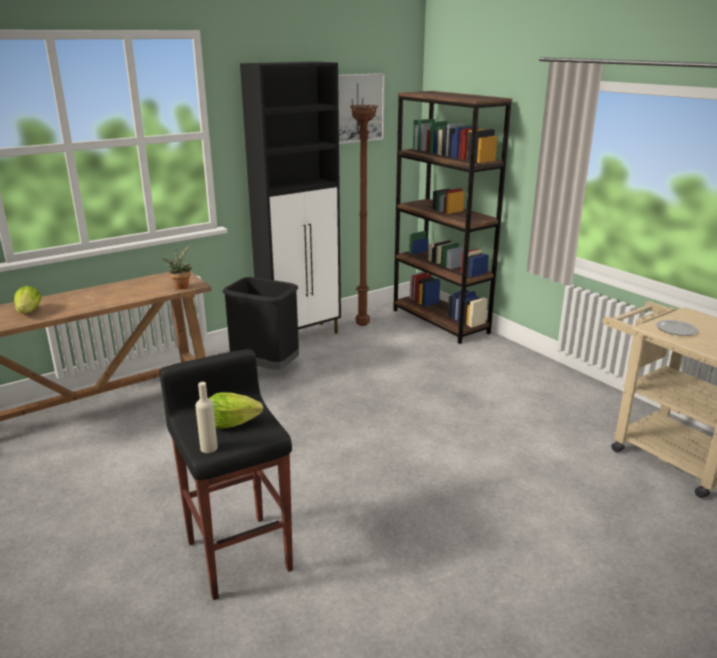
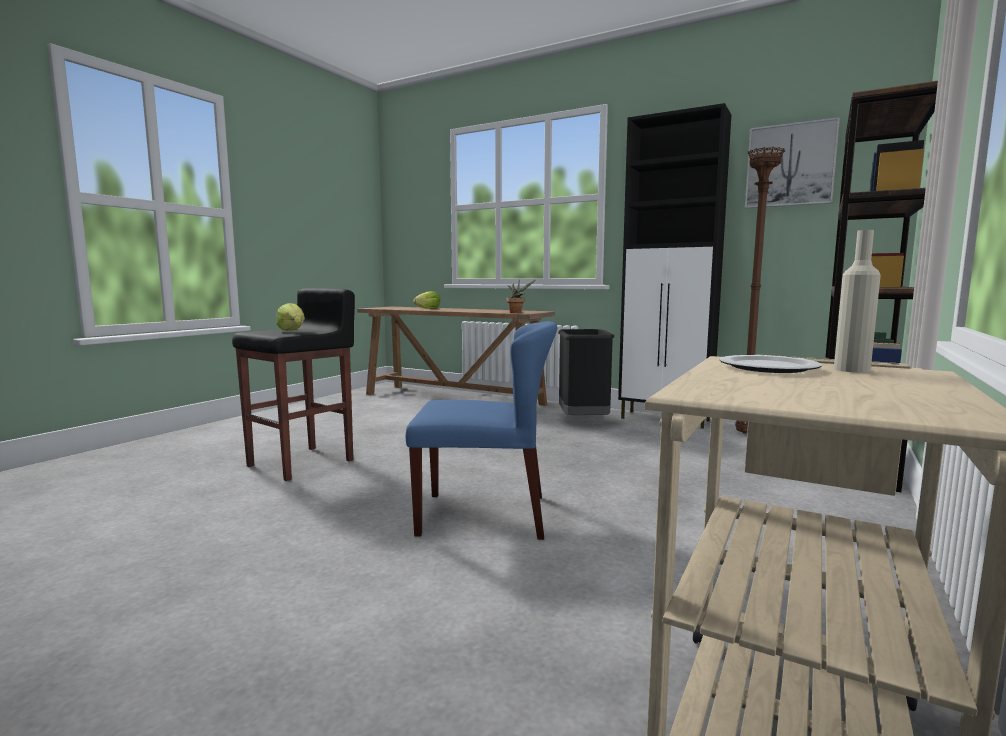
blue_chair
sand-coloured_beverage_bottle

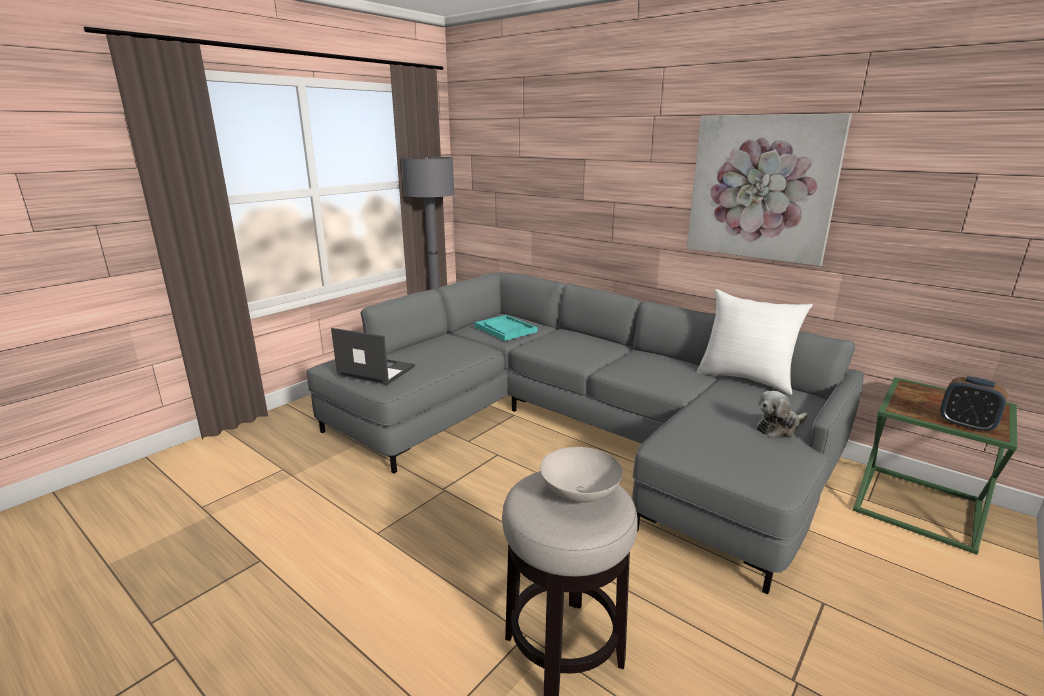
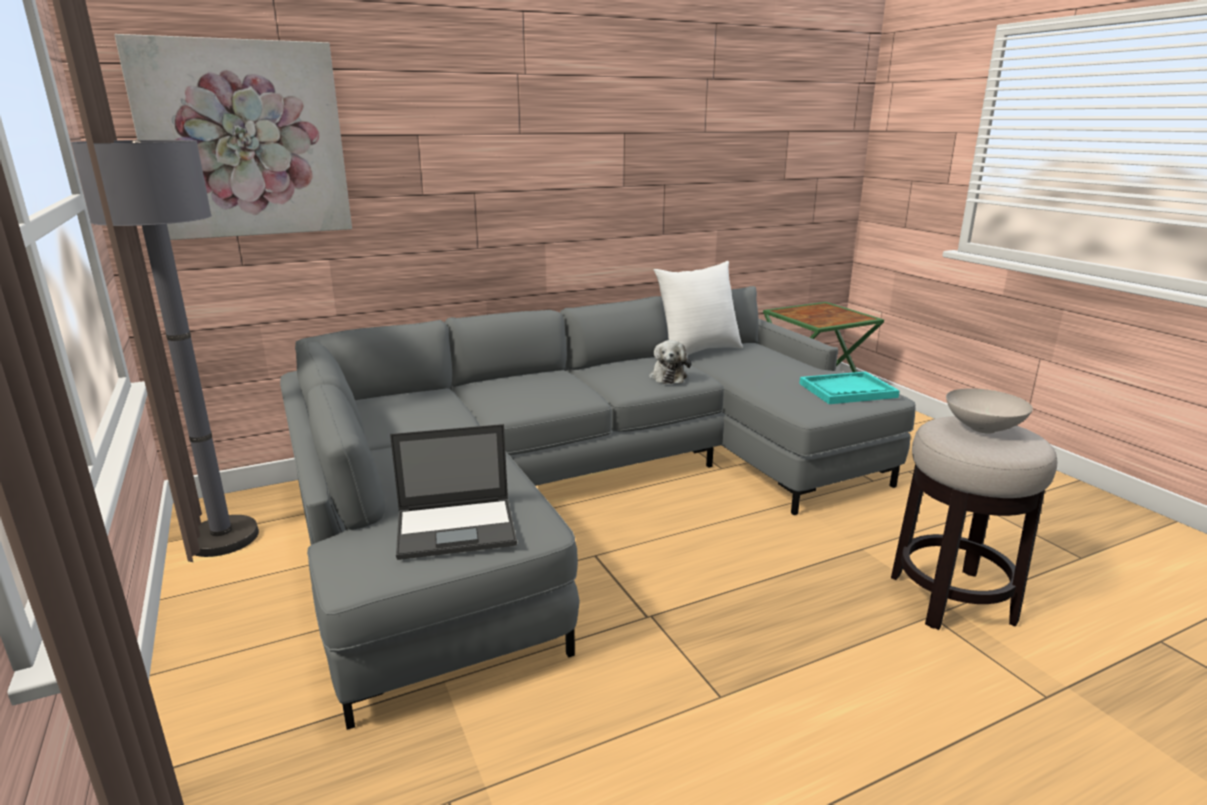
bedside_clock
blue-green_serving_tray
wall_art
plush_toy
laptop

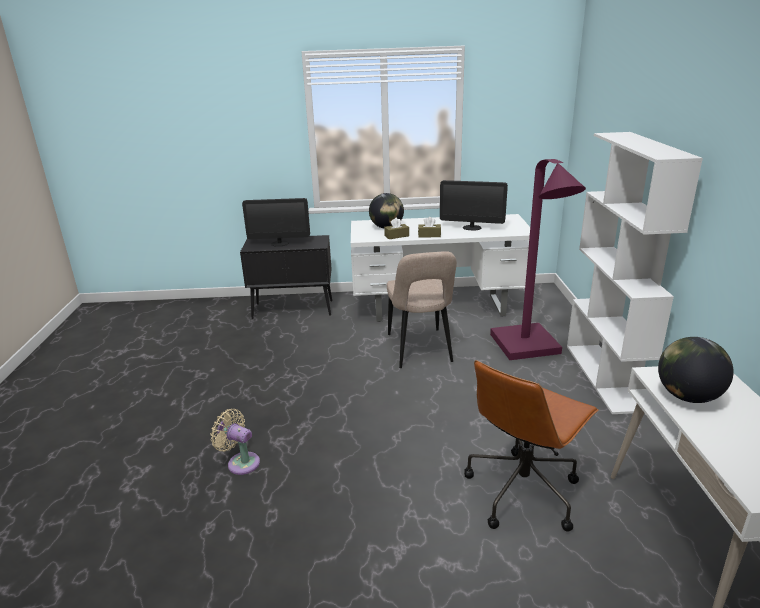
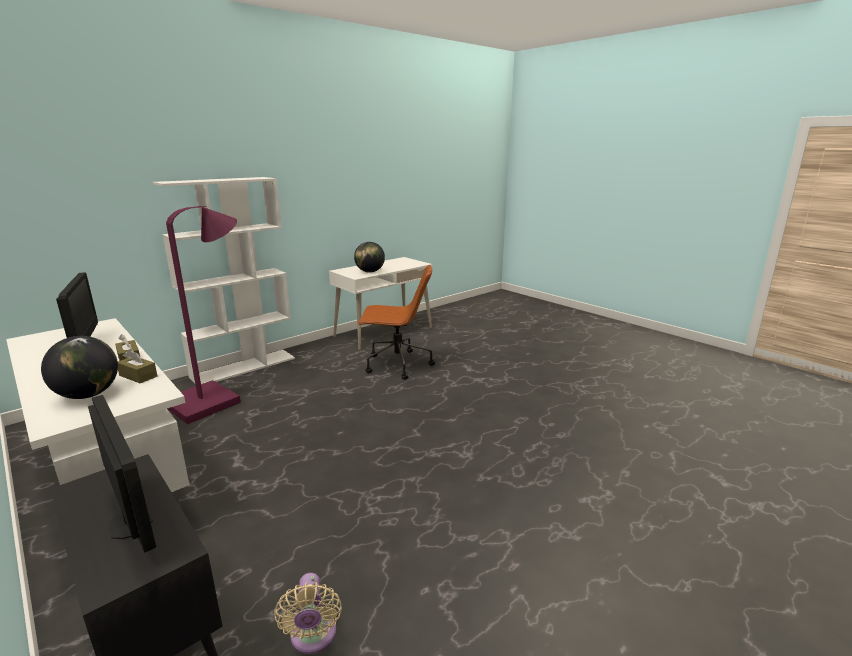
sand-coloured_chair
sand-coloured_fan

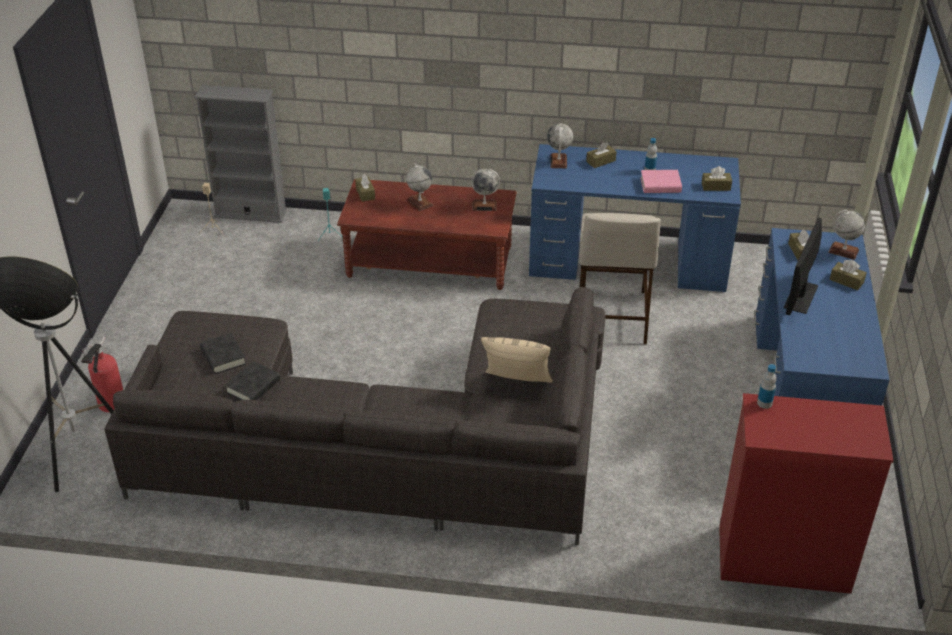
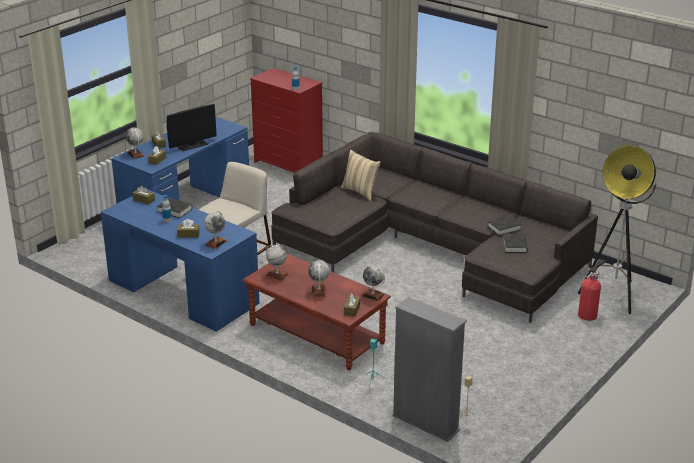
desk_globe (no. 5 from left)
black_bound_book (no. 1 from left)

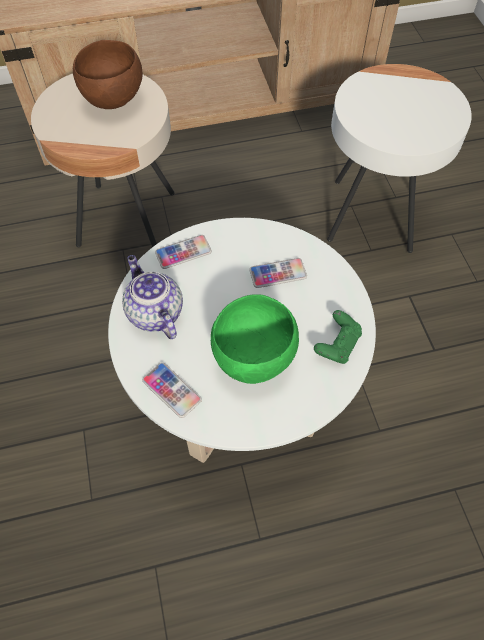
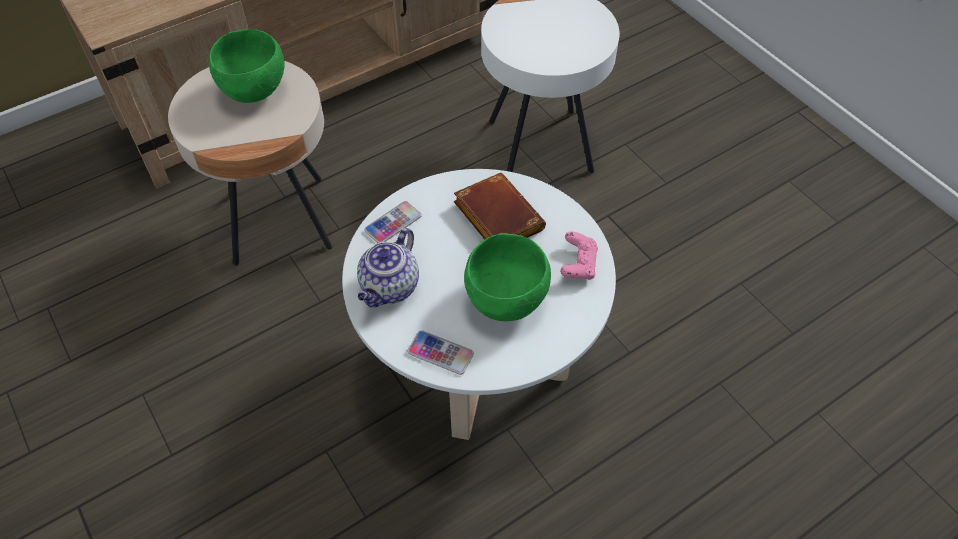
brownish_bound_book
green-coloured_serving_bowl (no. 1 from left)
pinkish_game_controller
tea_pot

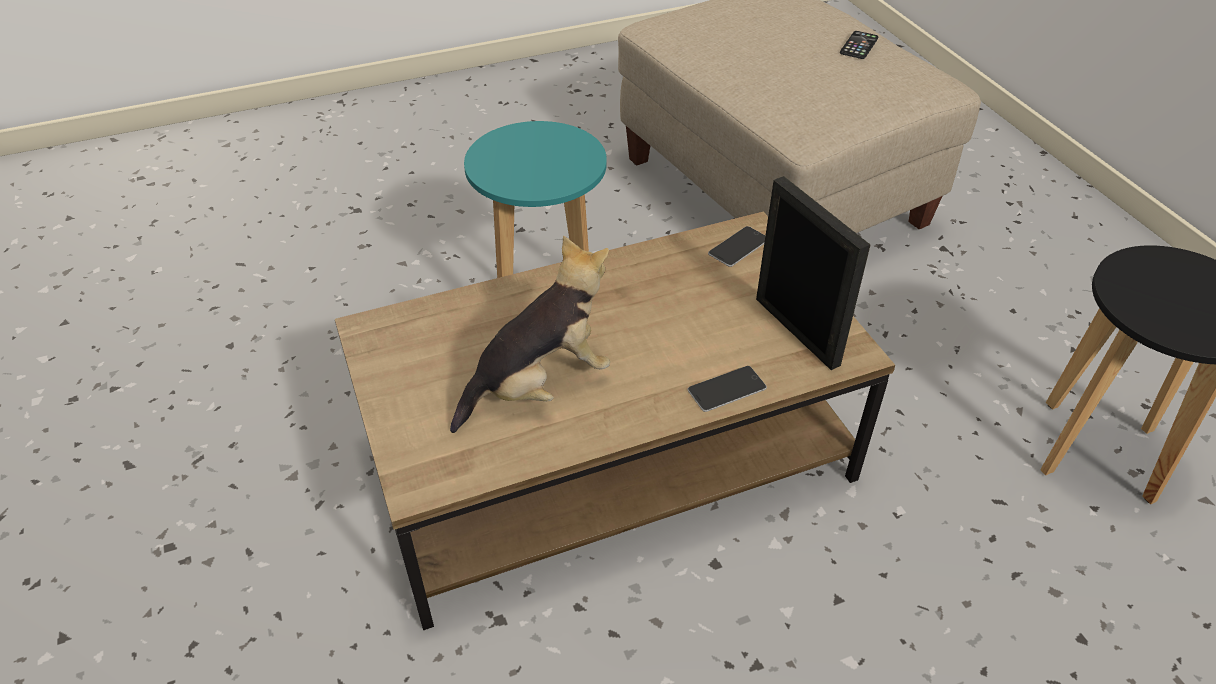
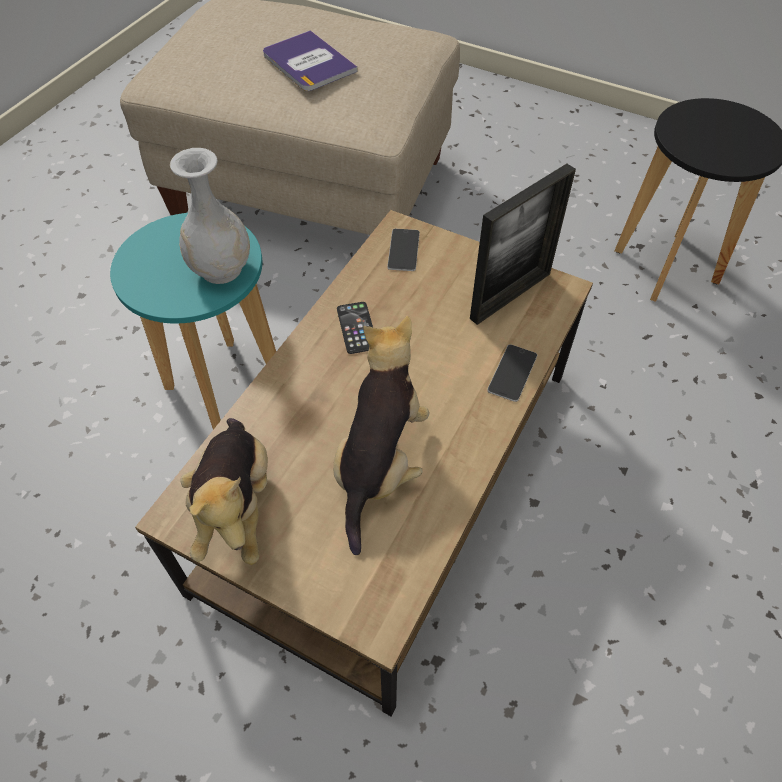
whitish_decorative_vase
plush_toy (no. 1 from left)
bound_book
phone (no. 1 from left)
photo_frame

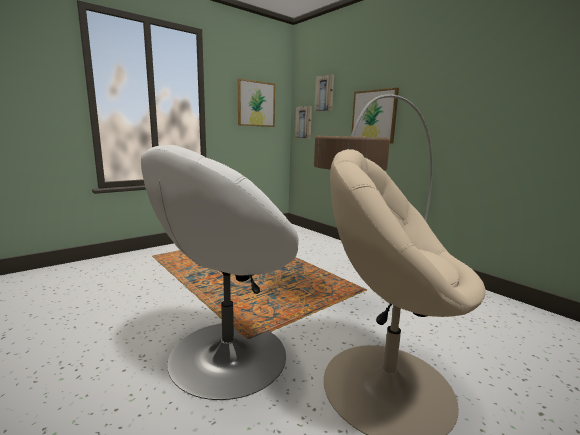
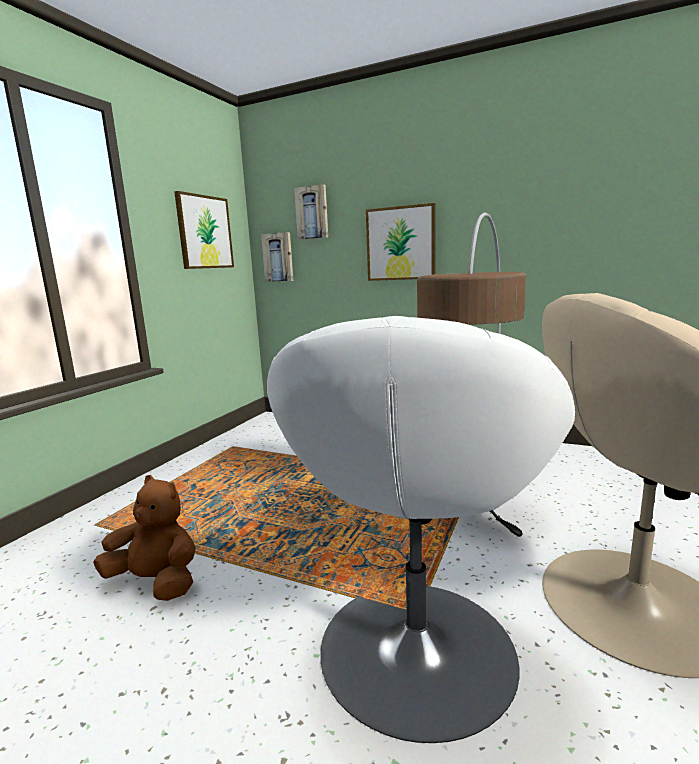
brownish_plush_toy

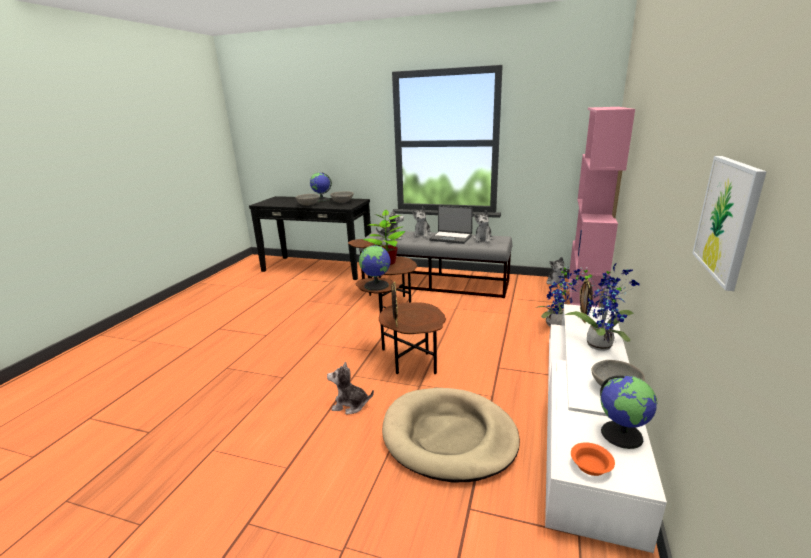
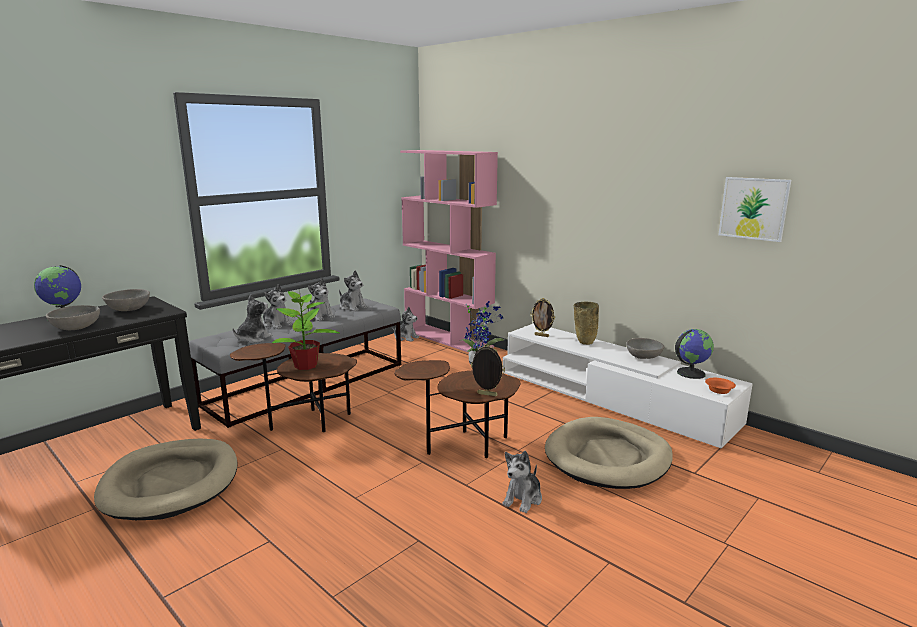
desk_globe (no. 2 from left in the first image)
sand-coloured_dog_cushion (no. 1 from left)
plush_toy (no. 3 from left)
sand-coloured_decorative_vase

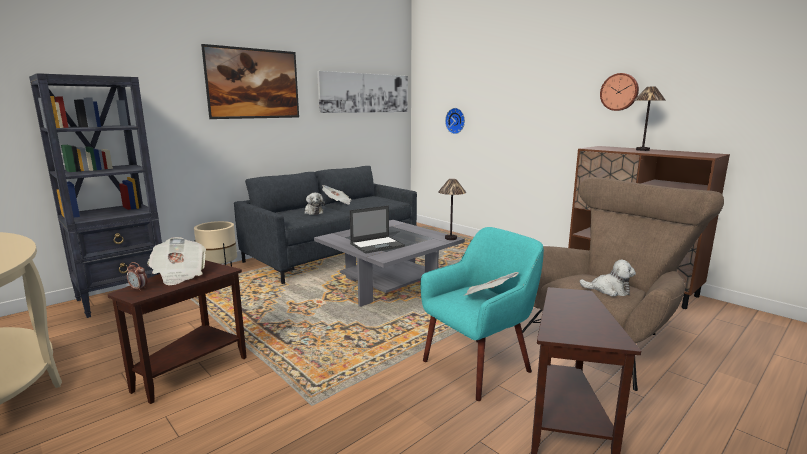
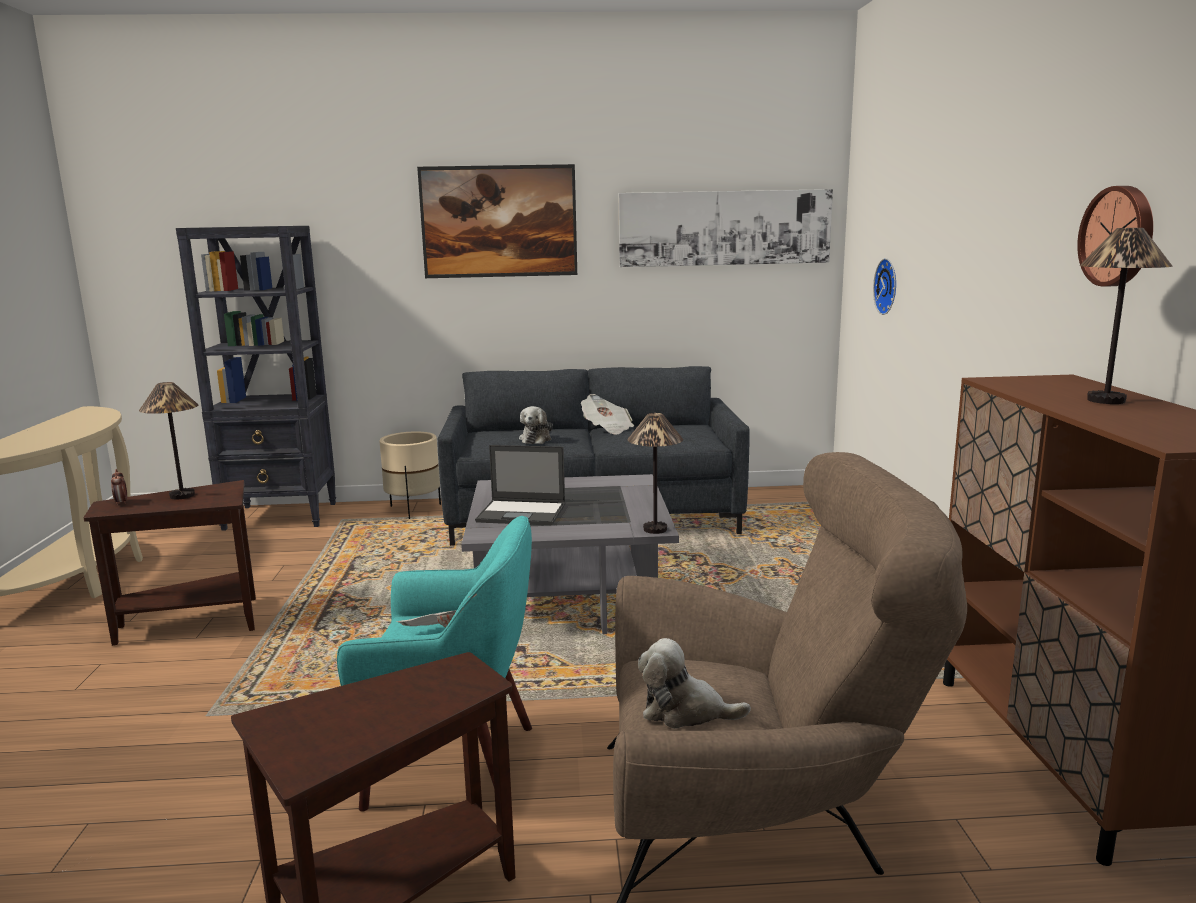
tabletop_lamp (no. 1 from left)
plush_toy (no. 2 from left)

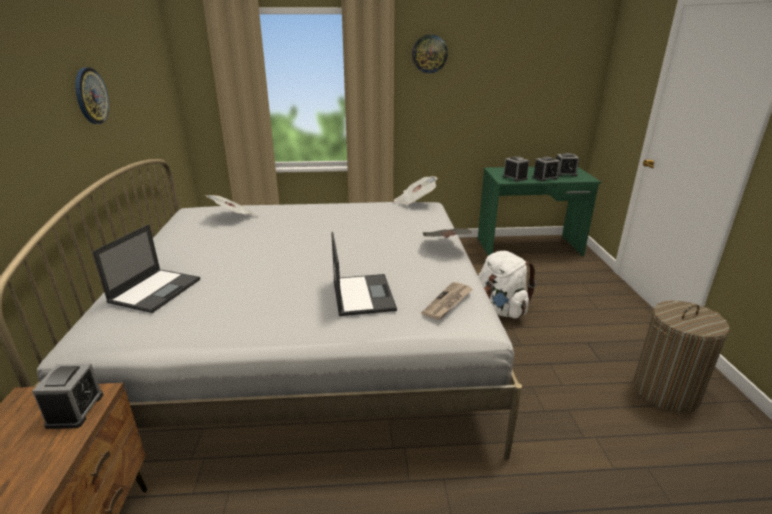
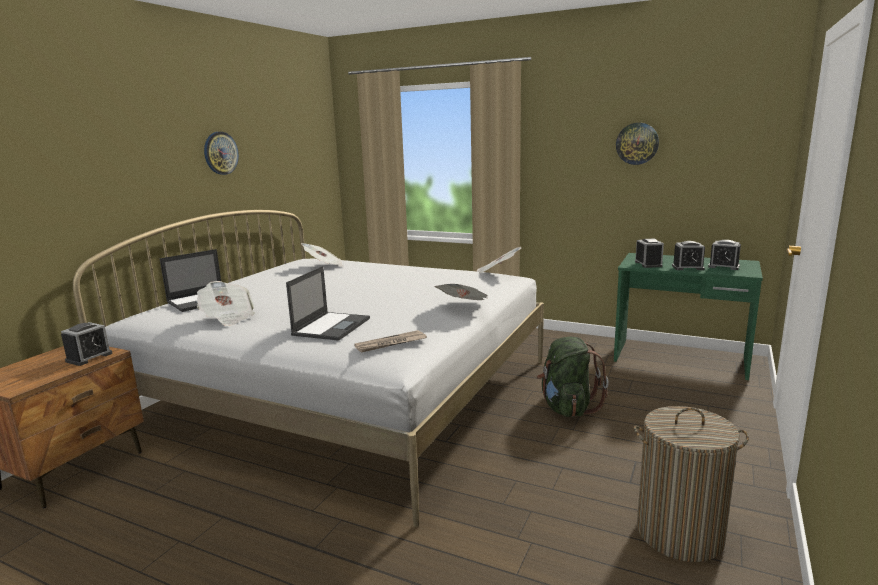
printed_paper (no. 1 from left)
hanging_clock (no. 2 from left)
green-coloured_rucksack

